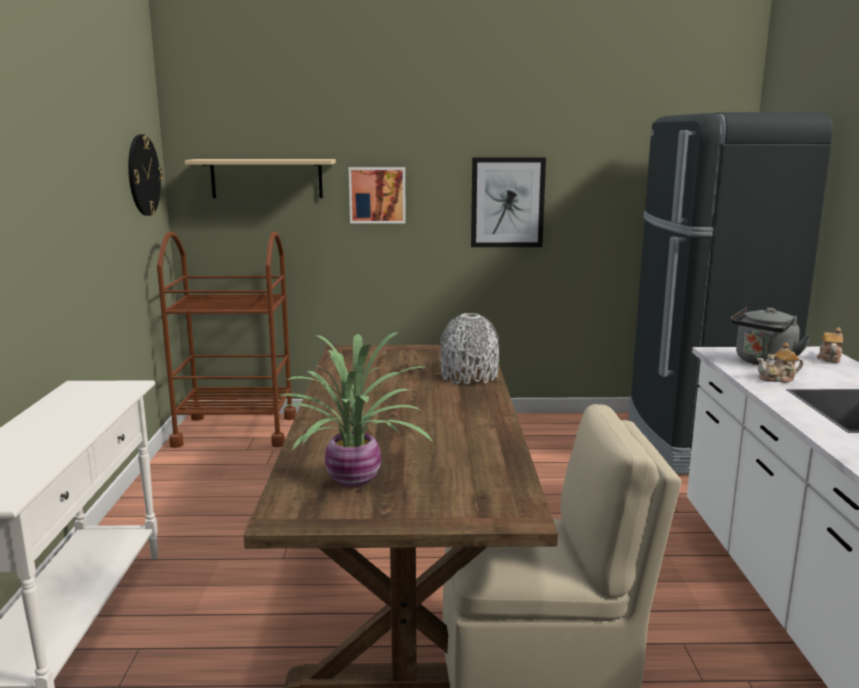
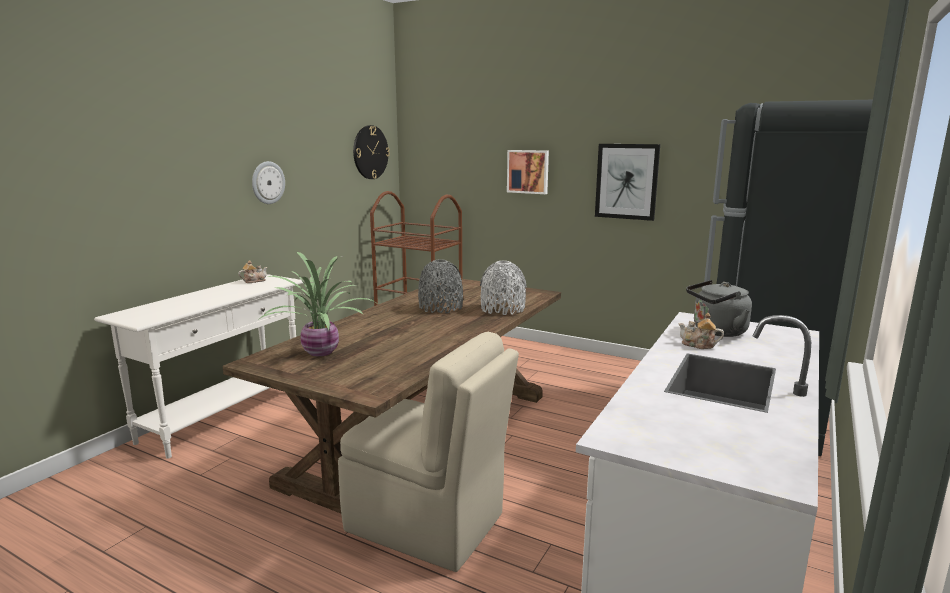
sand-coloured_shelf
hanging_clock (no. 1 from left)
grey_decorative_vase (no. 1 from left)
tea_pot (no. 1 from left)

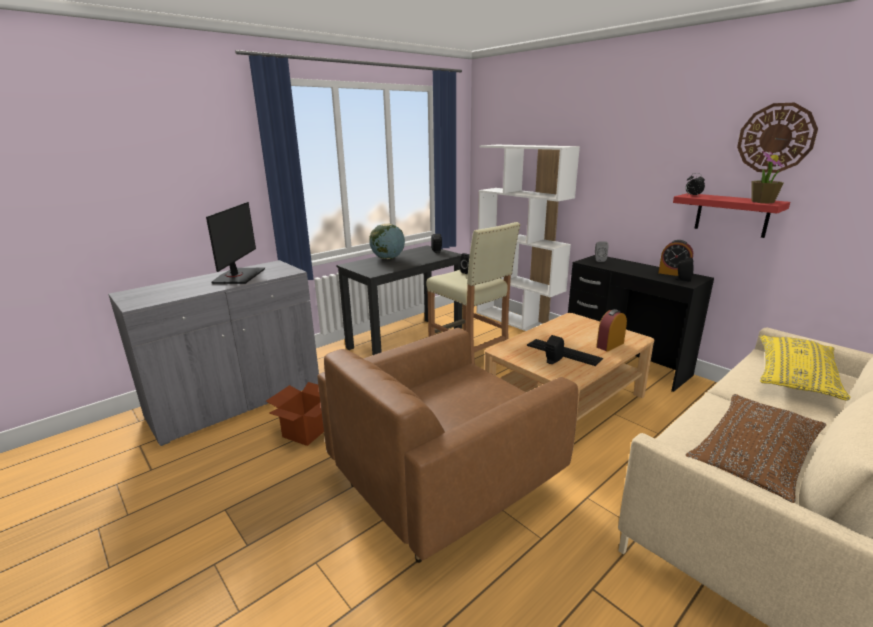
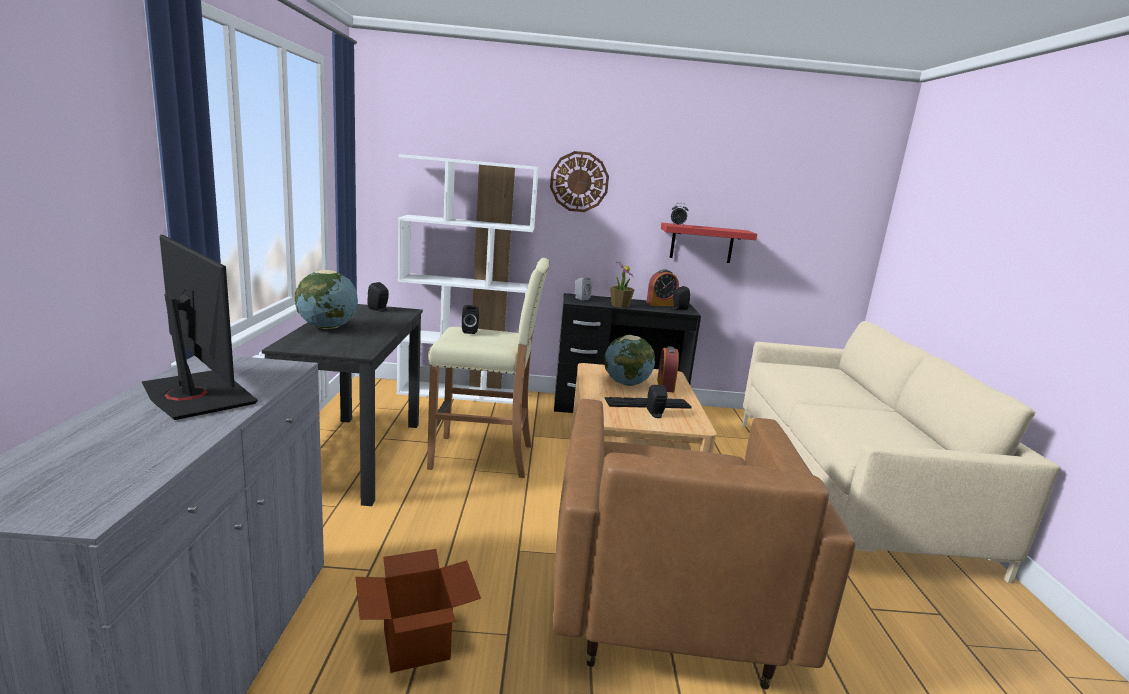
brownish_cushion
yellow_cushion
desk_globe (no. 2 from left)
hanging_clock
plant_in_a_pot

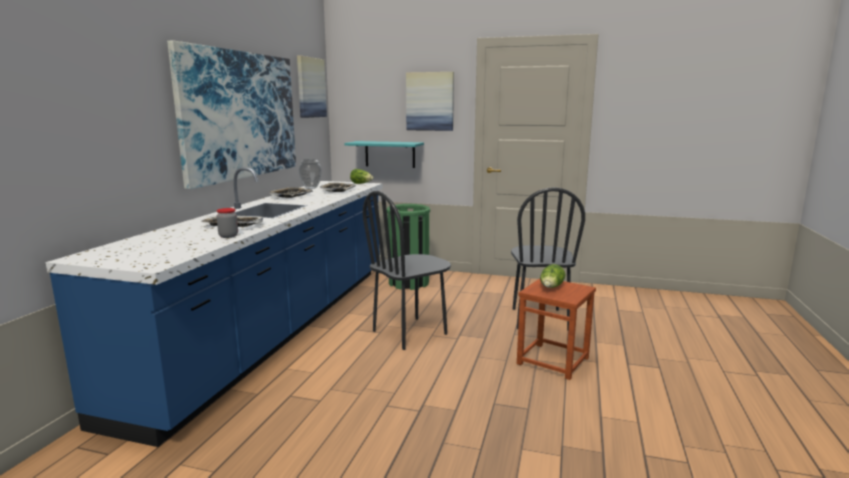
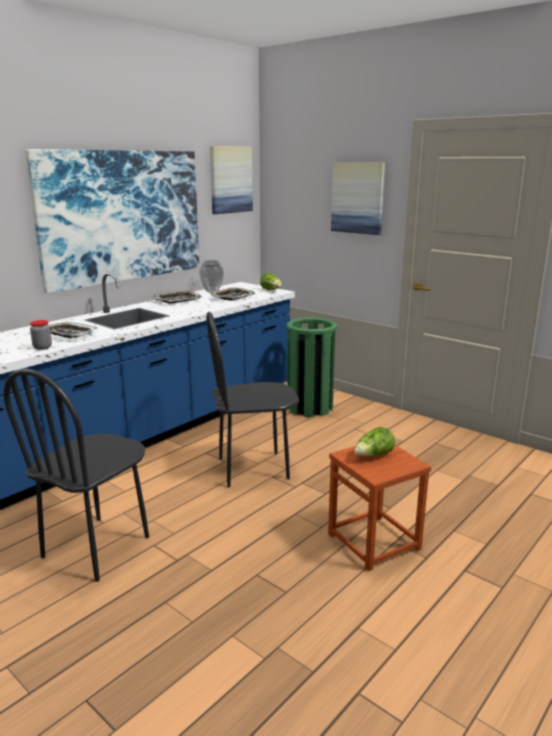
blue-green_shelf
black_chair (no. 1 from left)

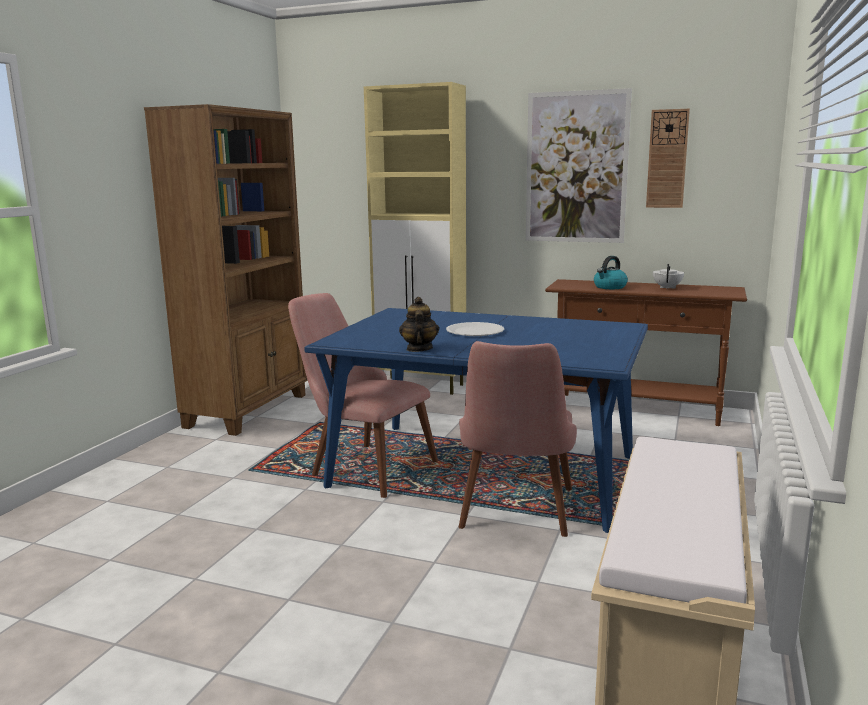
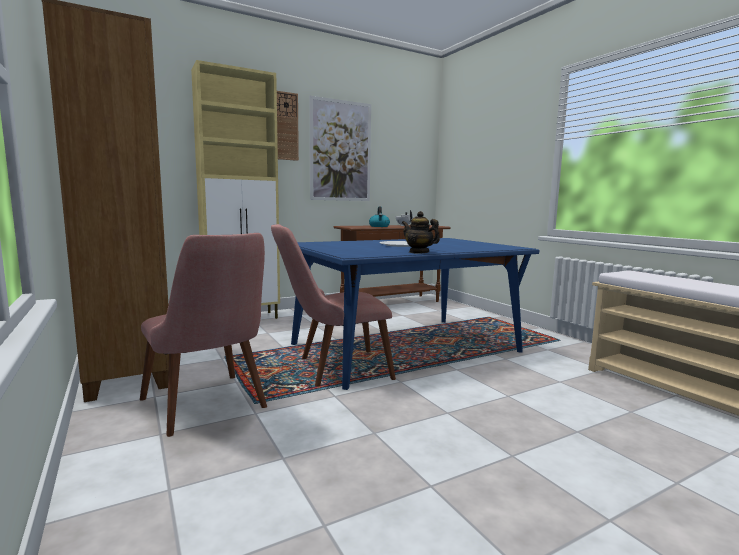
pinkish_chair (no. 1 from left)
hanging_clock

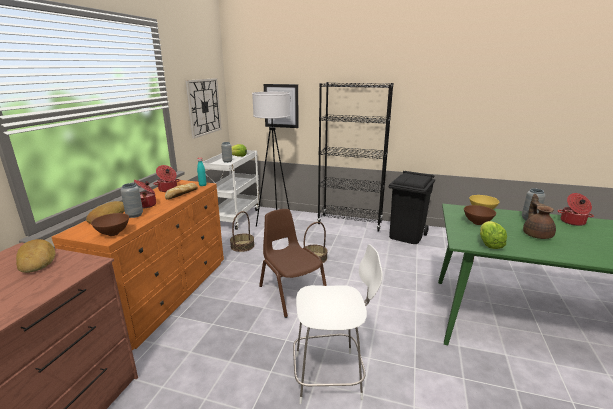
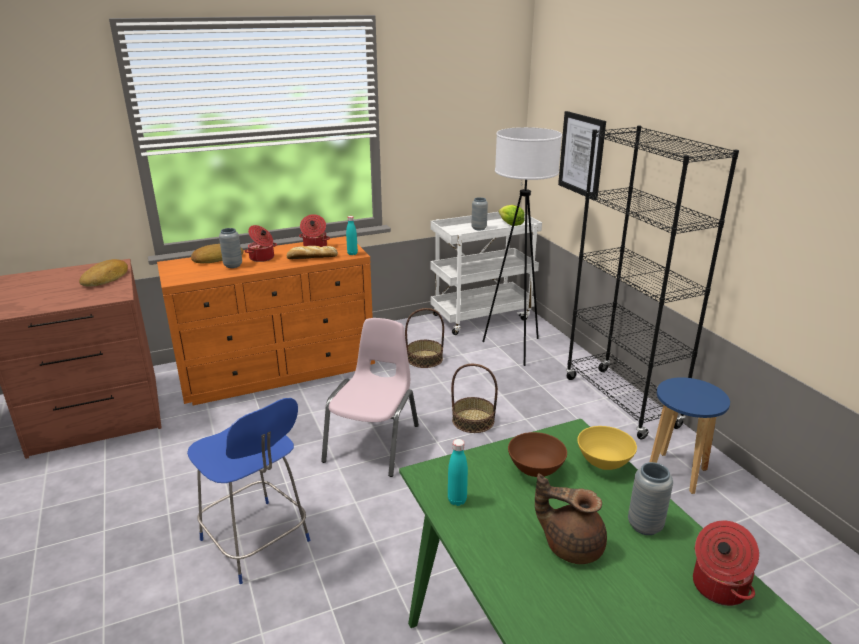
brownish_serving_bowl (no. 1 from left in the first image)
hanging_clock
blue_sitting_stool
blue-green_beverage_bottle (no. 2 from left)
pinkish_chair
blue_chair
brownish_tea_pot

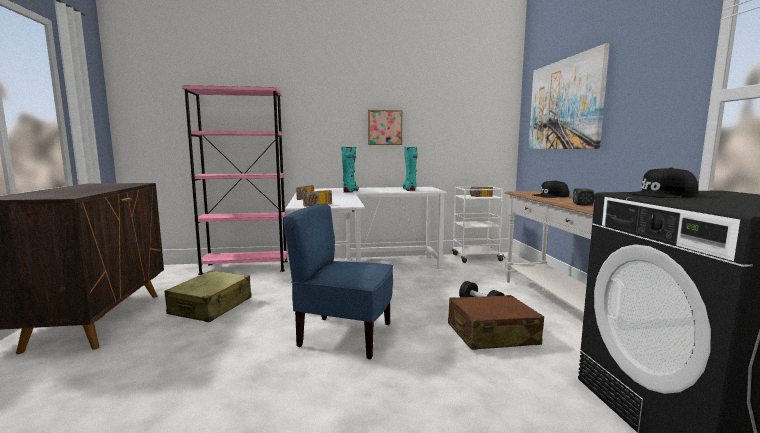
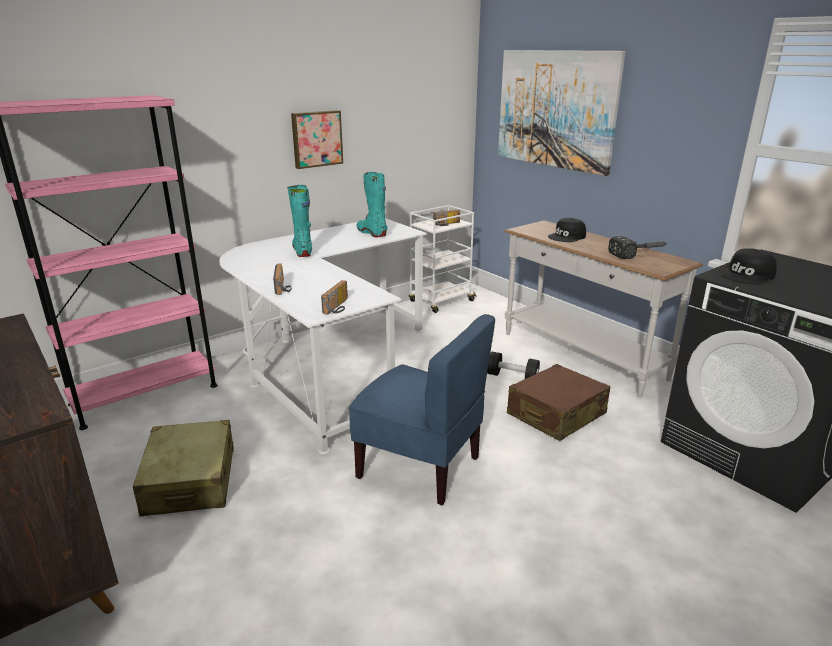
blue_chair

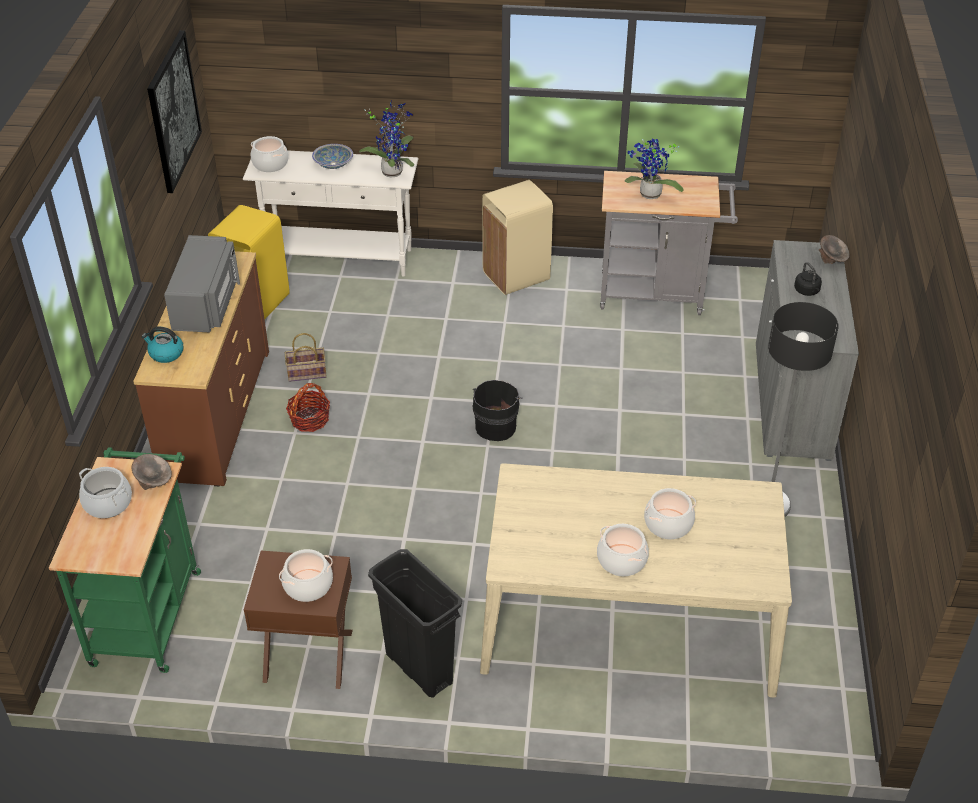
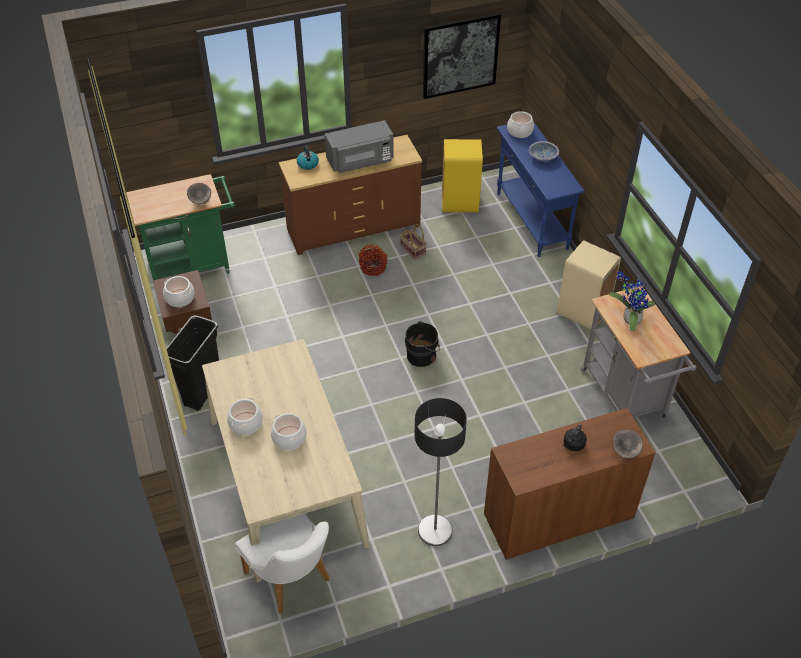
stockpot (no. 1 from left in the first image)
plant_in_a_pot (no. 1 from left in the first image)
whitish_chair
blue_console_table
brownish_cupboard

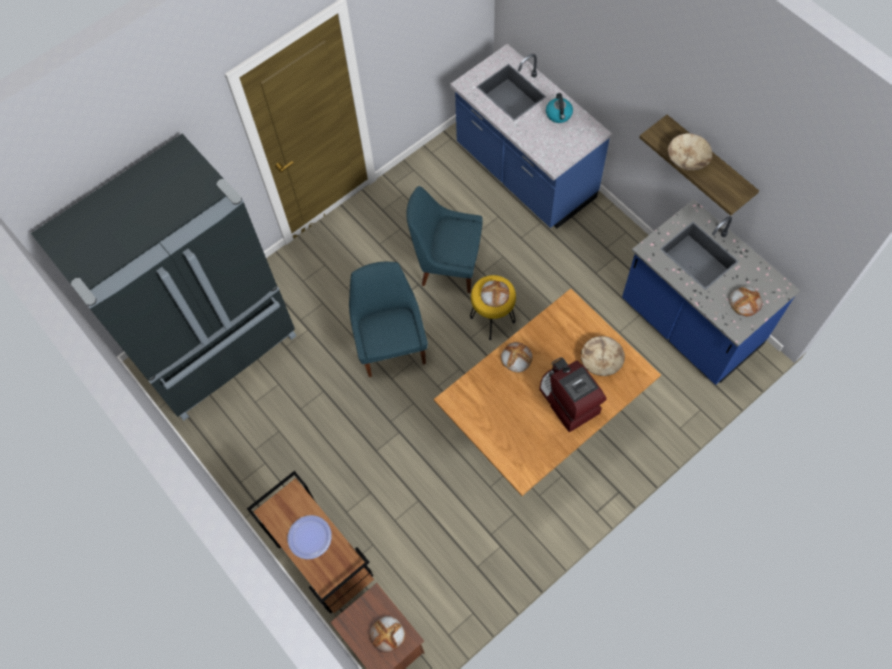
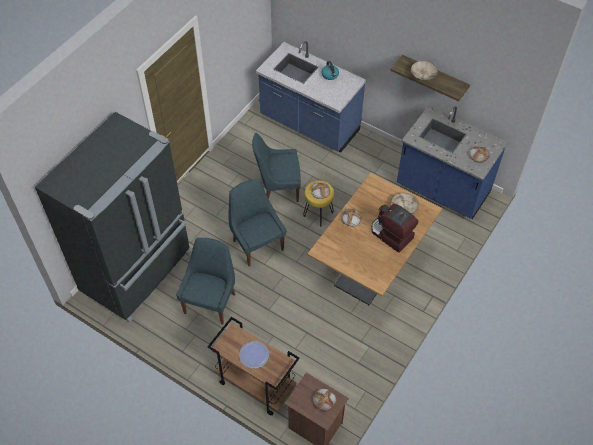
blue_chair (no. 1 from left)

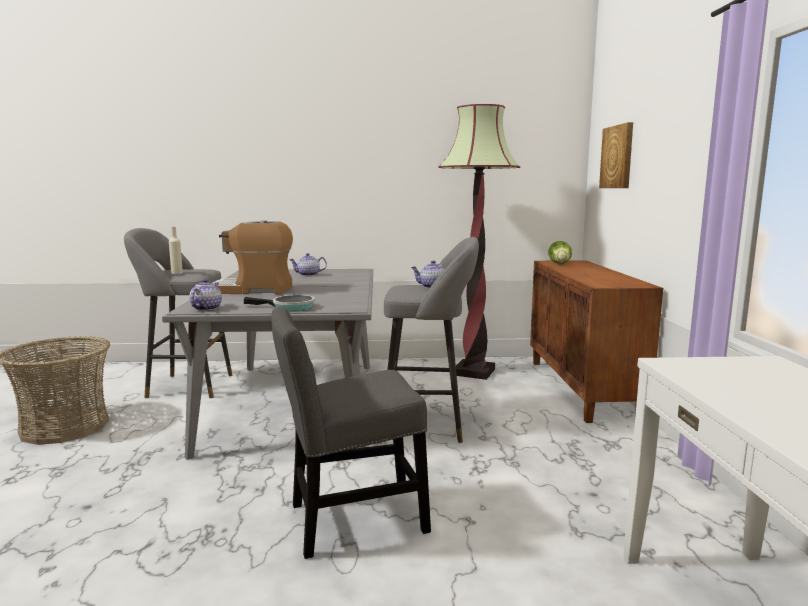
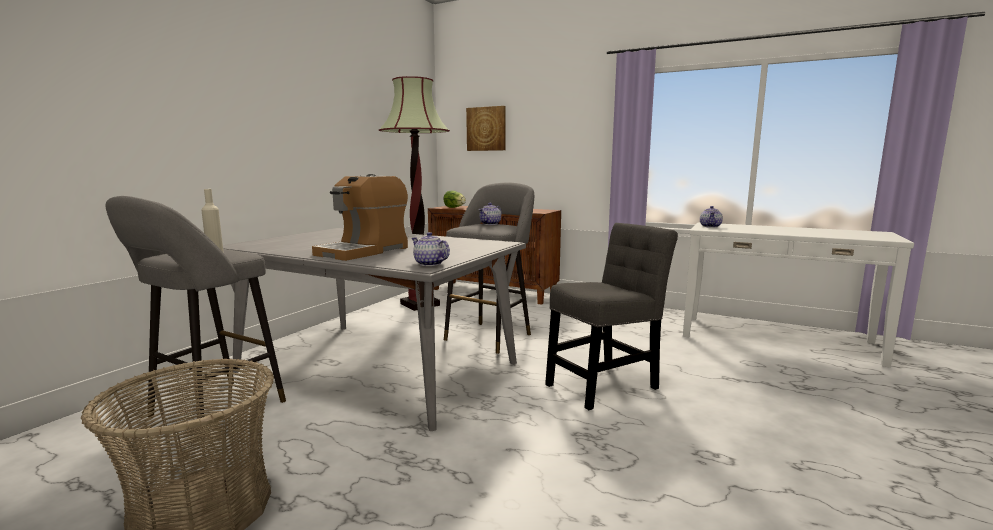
skillet
tea_pot (no. 3 from left)
grey_chair

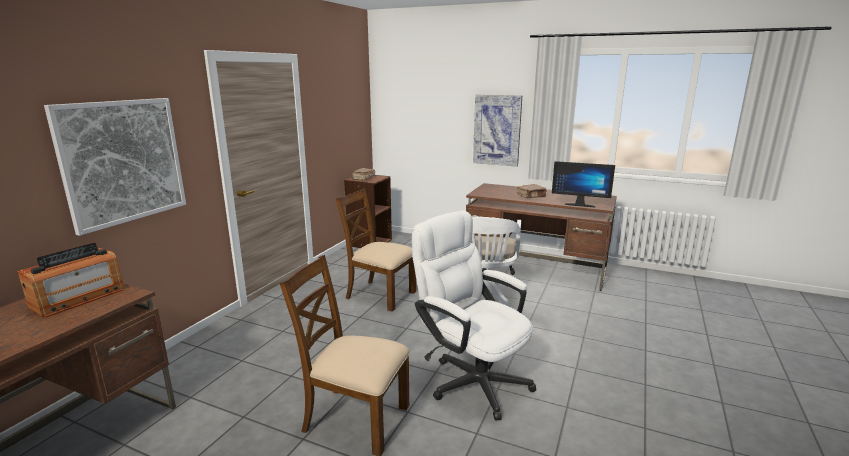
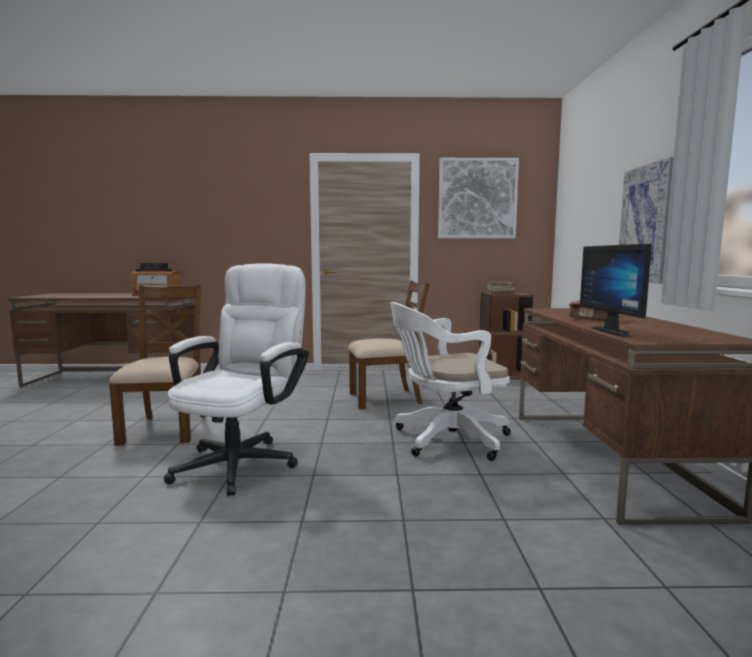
wall_art (no. 1 from left)
brownish_chair (no. 2 from left)

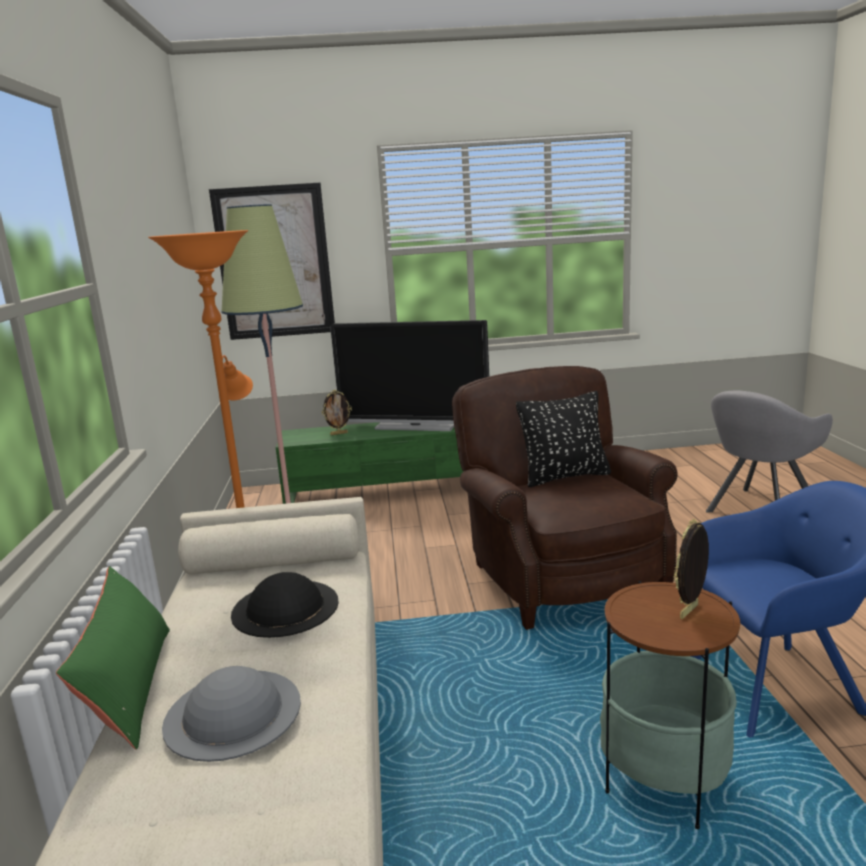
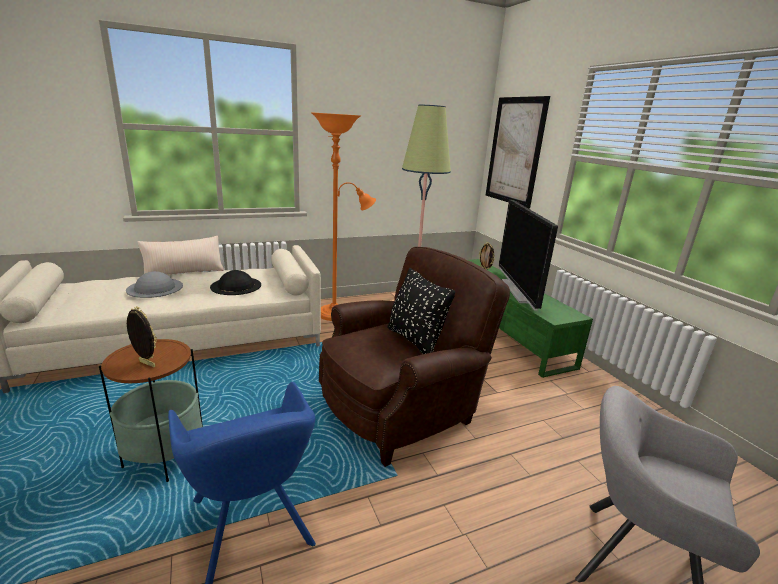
sand-coloured_cushion

